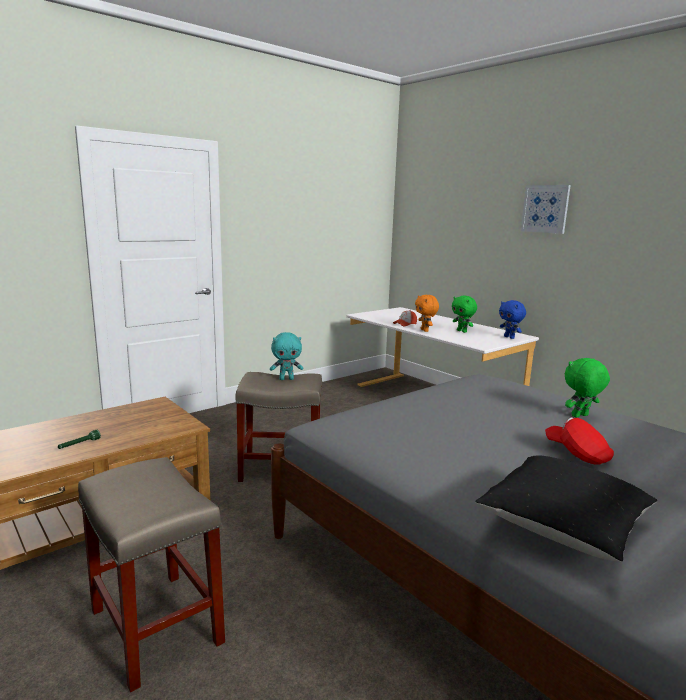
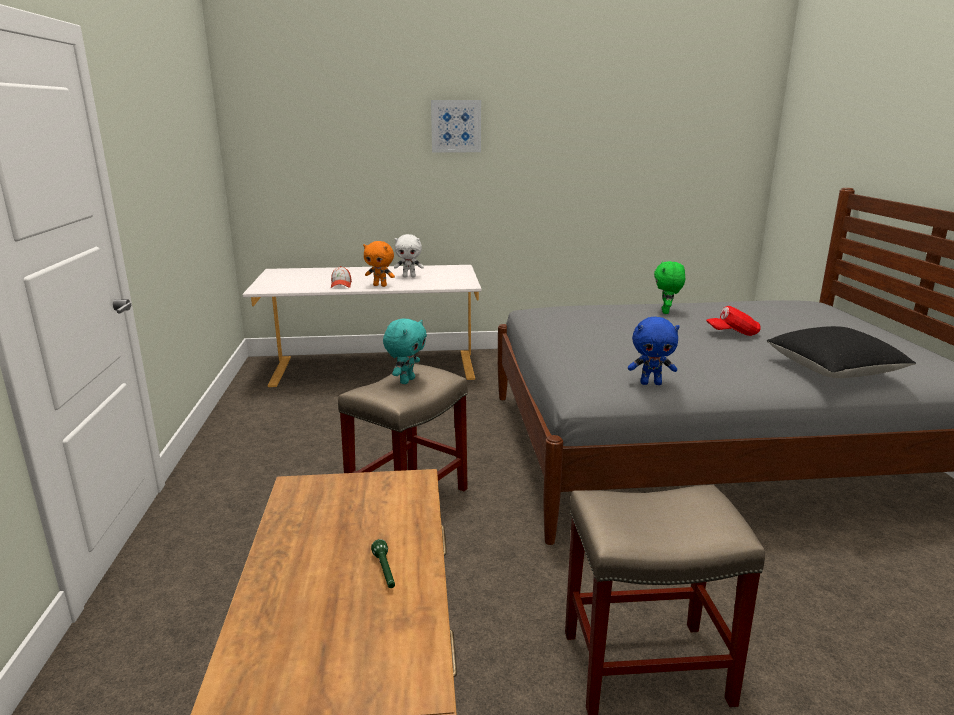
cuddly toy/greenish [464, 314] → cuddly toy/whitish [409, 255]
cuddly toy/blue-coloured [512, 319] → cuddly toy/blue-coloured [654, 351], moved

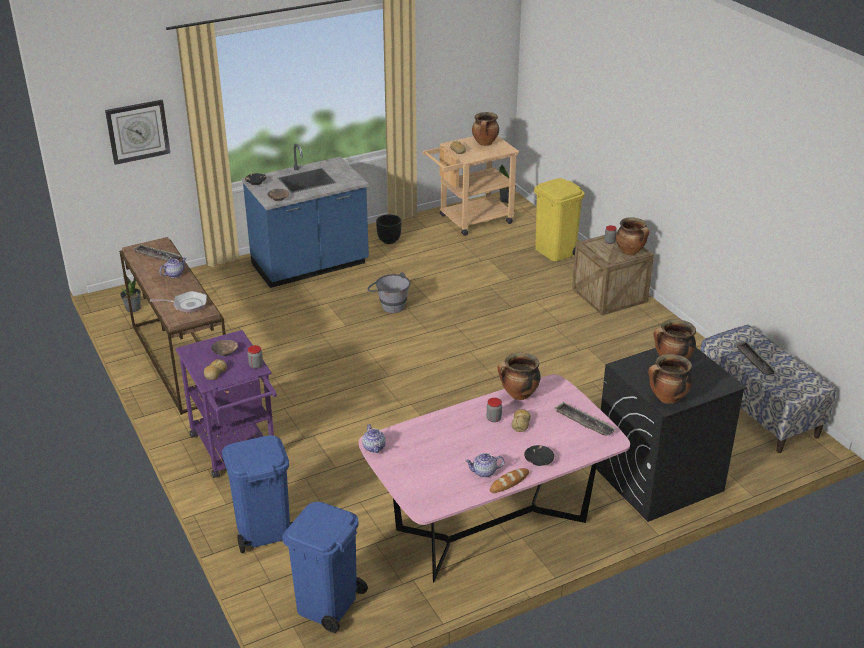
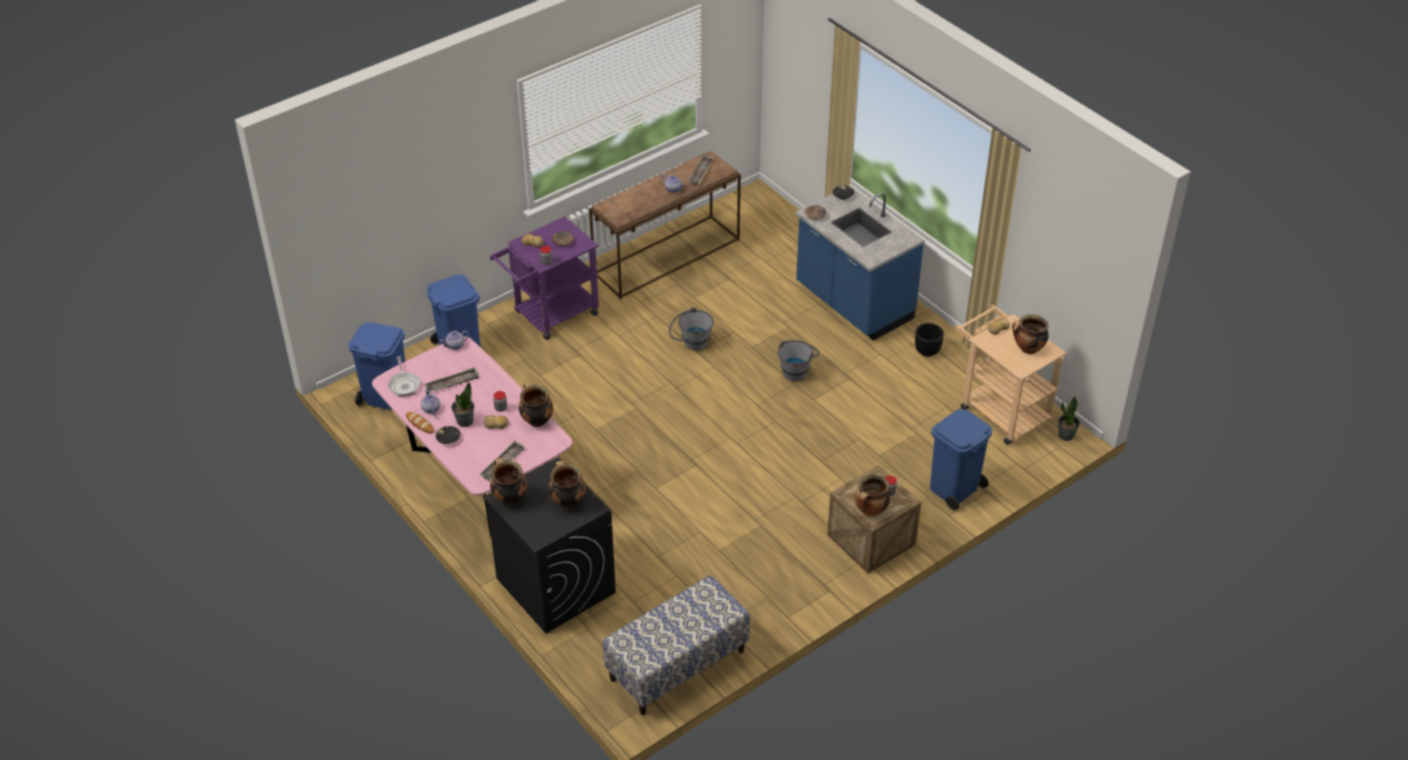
hanging clock [137, 132] → -
plant in a pot [130, 293] → plant in a pot [463, 404], moved
pan [178, 302] → pan [404, 376], moved
trash can/yellow [559, 219] → trash can/blue-coloured [961, 459]
serving tray [755, 358] → serving tray [452, 380], moved
- → pail/greyish [691, 329]

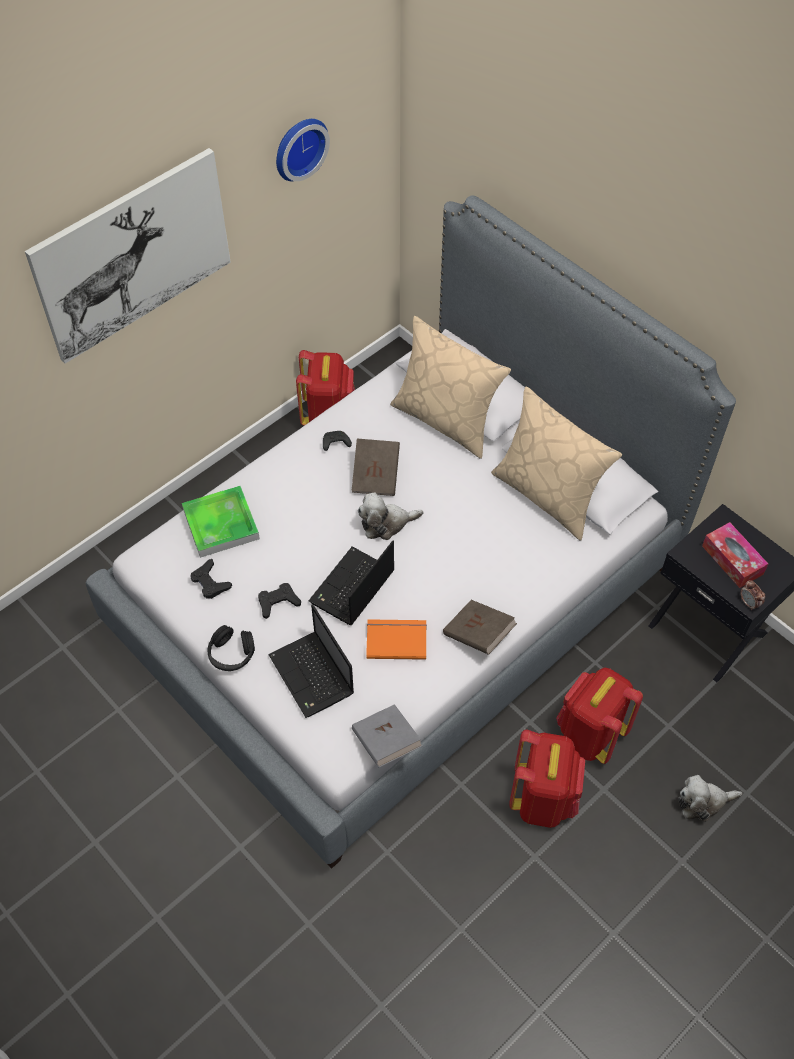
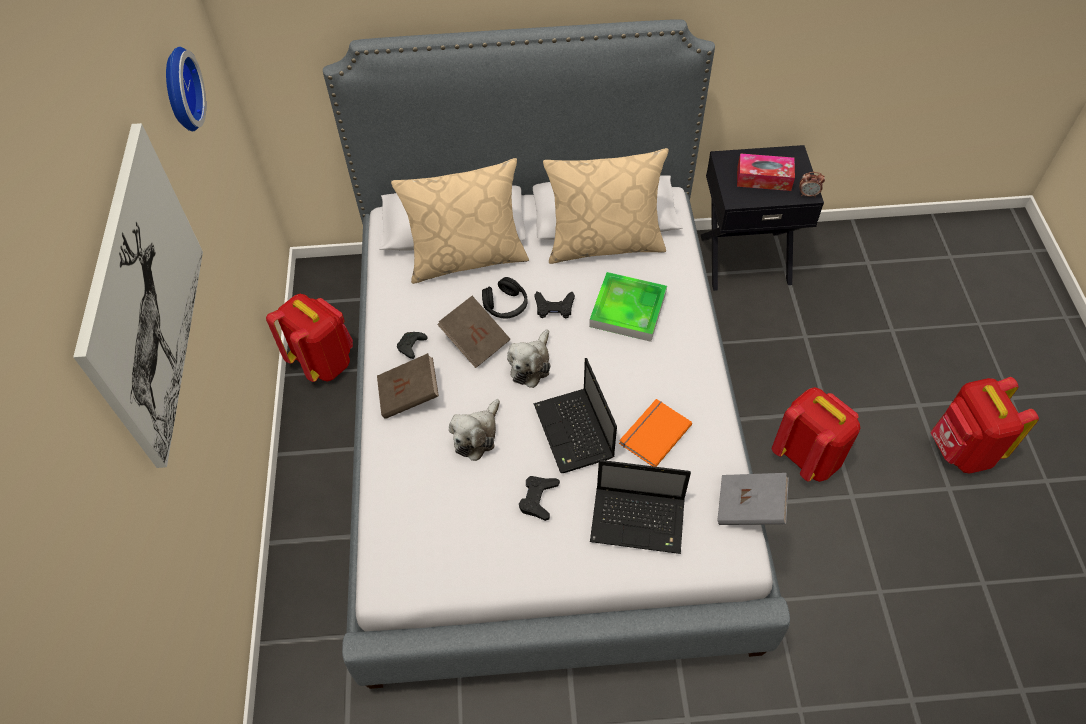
serving tray [221, 522] → serving tray [628, 307], moved
gamepad/black-coloured [211, 579] → gamepad/black-coloured [555, 304], moved
headphones/black-coloured [231, 648] → headphones/black-coloured [505, 298], moved
book/brownish [480, 627] → book/brownish [408, 386], moved
backpack/reddish [599, 716] → backpack/reddish [985, 425], moved
cuddly toy [710, 798] → cuddly toy [474, 430], moved

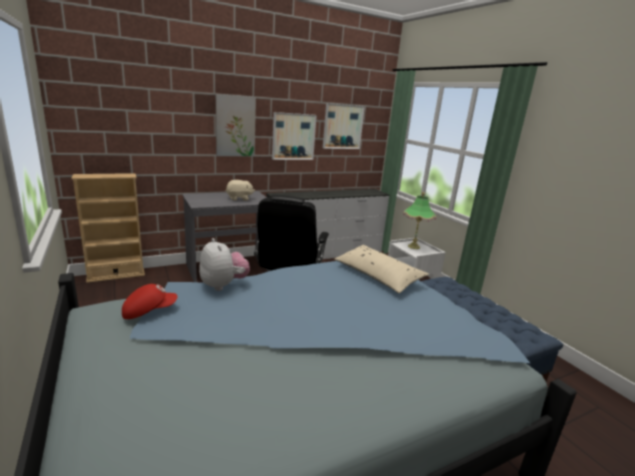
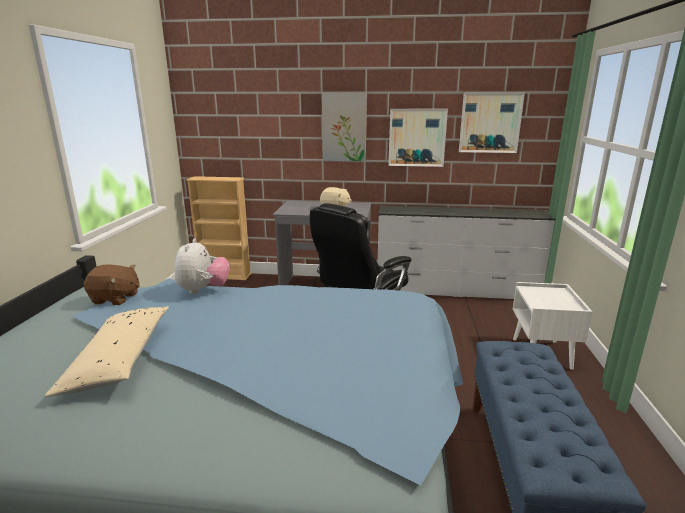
cap/reddish [150, 301] → cuddly toy/brownish [112, 284]
pillow/beige [381, 269] → pillow/beige [107, 351], moved
lamp for a table [419, 220] → -

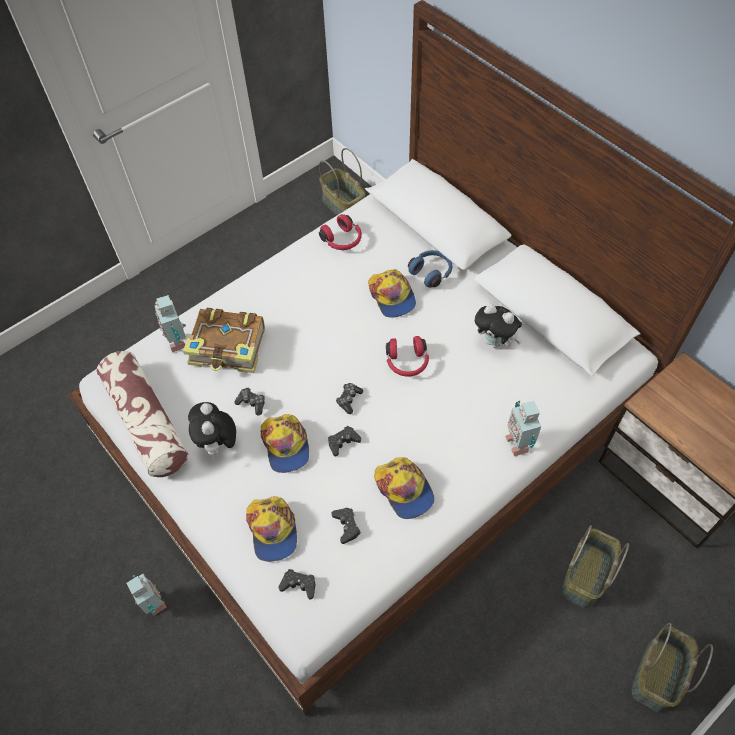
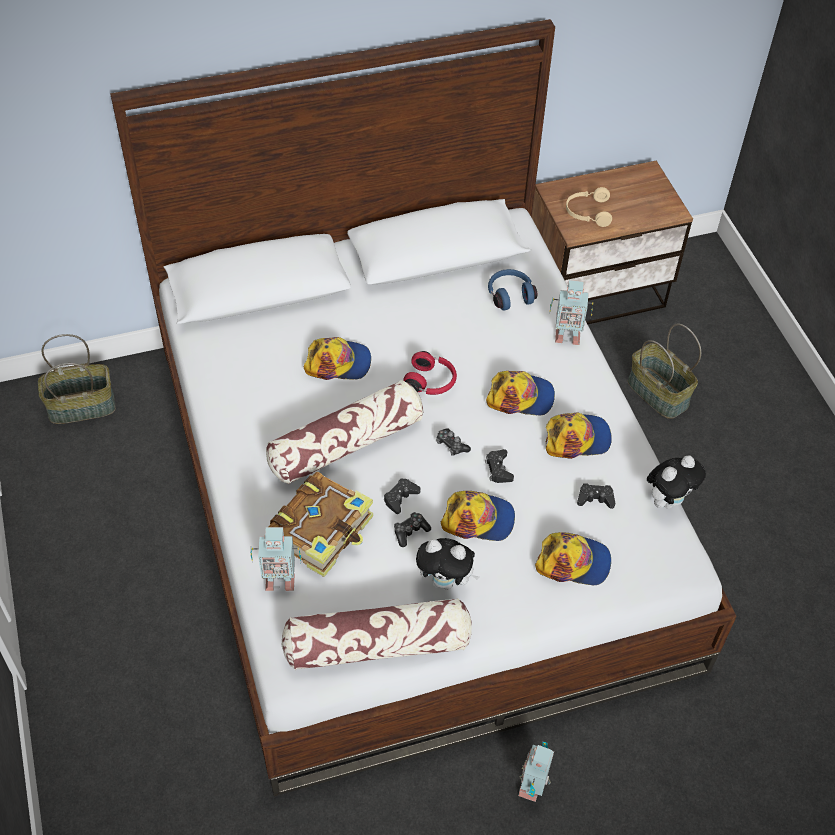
model robot [146, 595] → model robot [536, 772], 60 degrees counterclockwise
gamepad/black-coloured [296, 584] → gamepad/black-coloured [402, 496], moved
headphones/reddish [340, 232] → -
headphones/blue-coloured [430, 269] → headphones/blue-coloured [512, 289], moved
cuddly toy [498, 326] → cuddly toy [676, 482], moved
storage basket [672, 667] → -
- → pillow [344, 432]
- → cap [520, 393]
- → headphones/beige [589, 207]

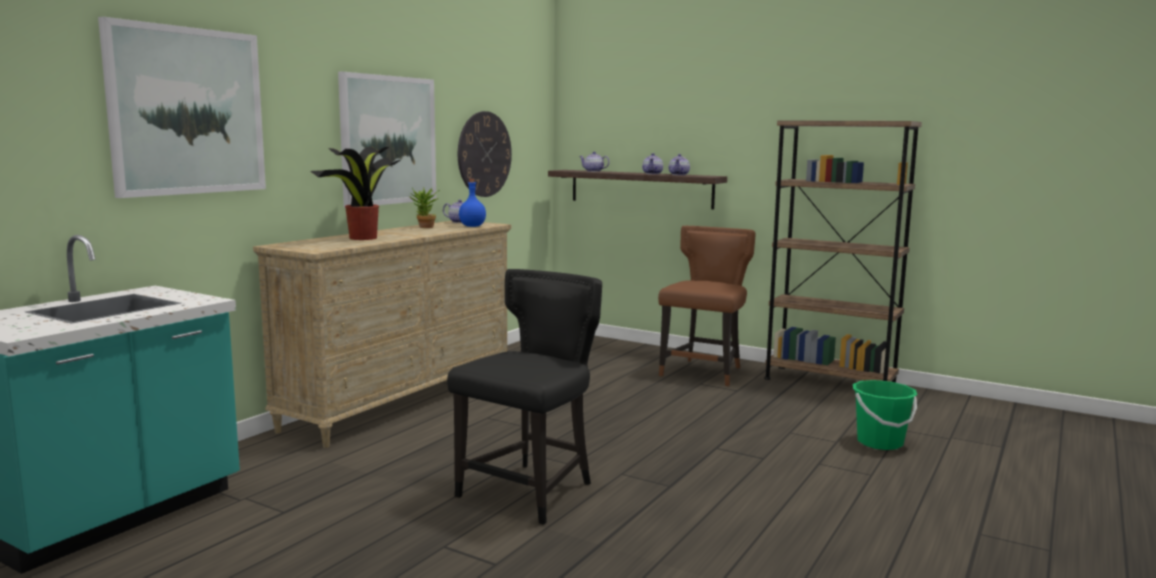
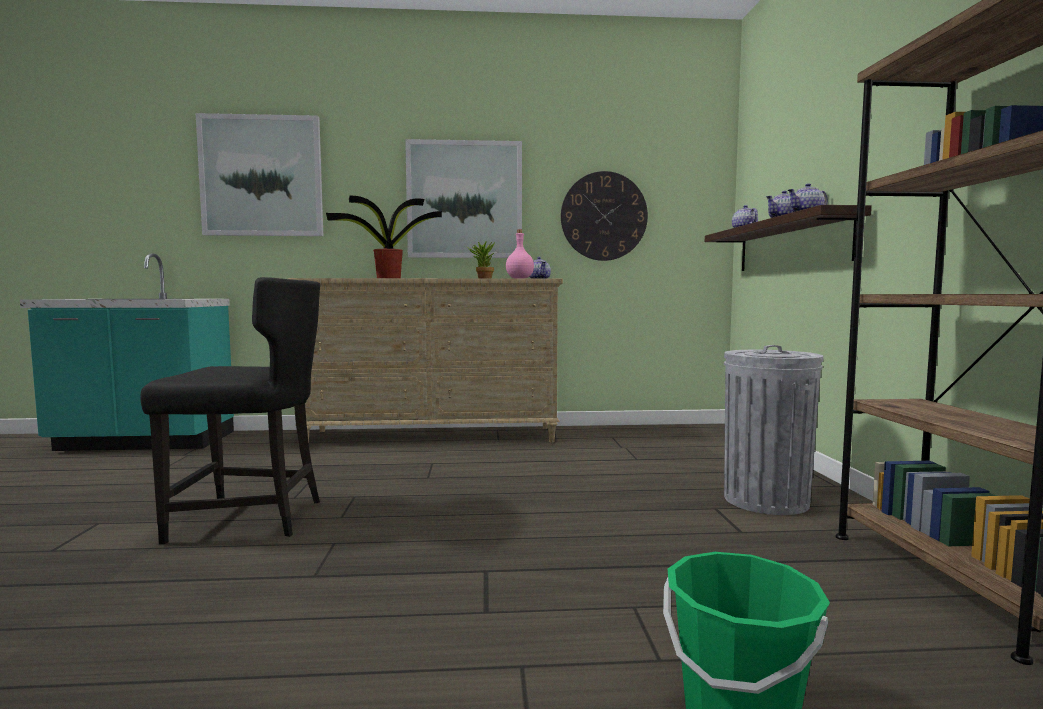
bottle/blue-coloured [472, 203] → bottle/pink-coloured [520, 254]
plain chair/brownish [707, 306] → trash can/greyish [773, 430]

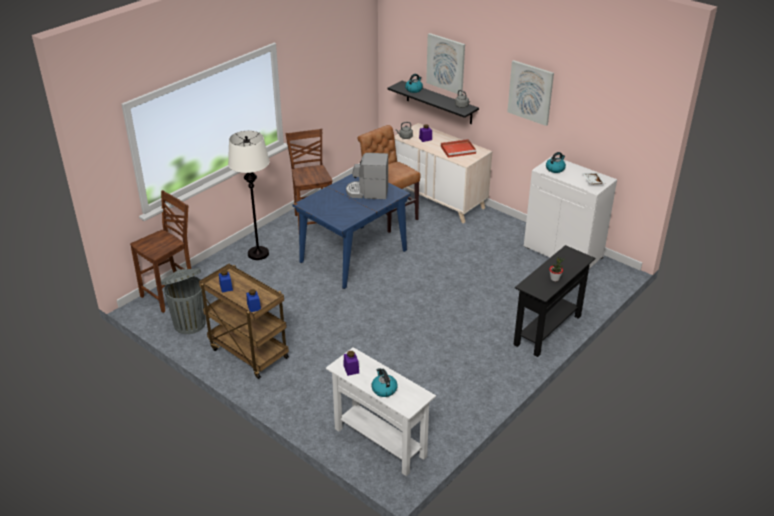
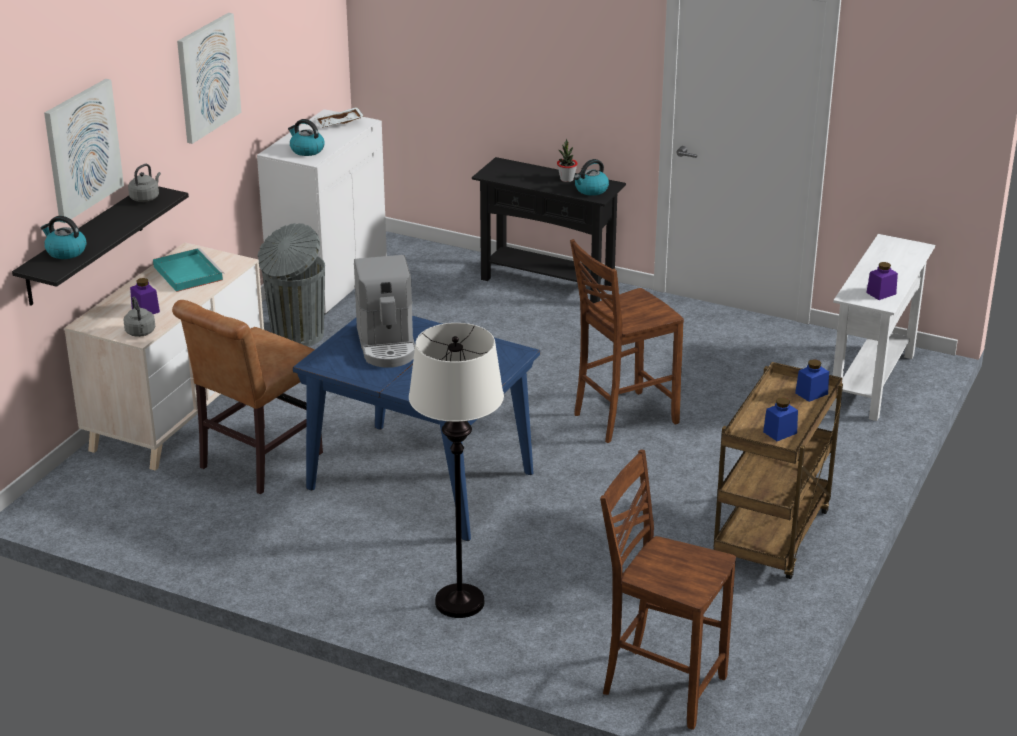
trash can/greyish [183, 301] → trash can/greyish [291, 284], moved
plain chair/brownish [309, 178] → plain chair/brownish [627, 341], moved
tea kettle [385, 382] → tea kettle [591, 177], moved
serving tray/reddish [459, 148] → serving tray/turquoise [188, 270]

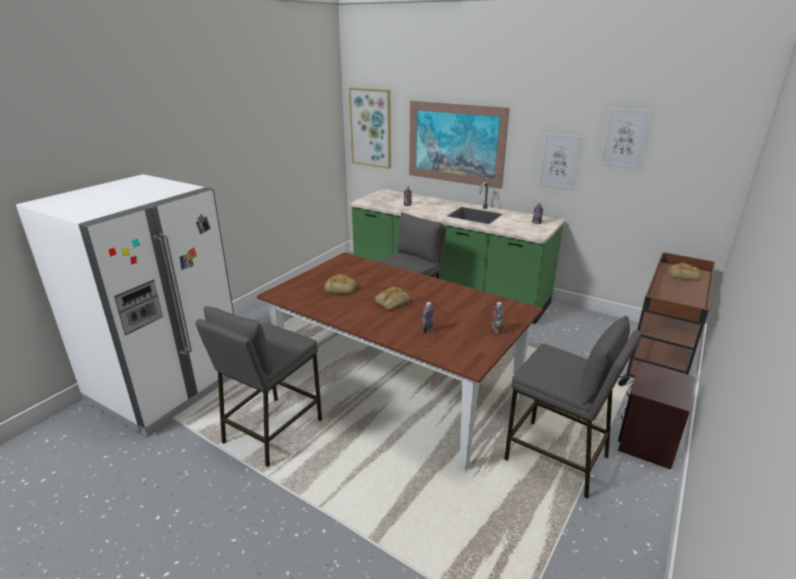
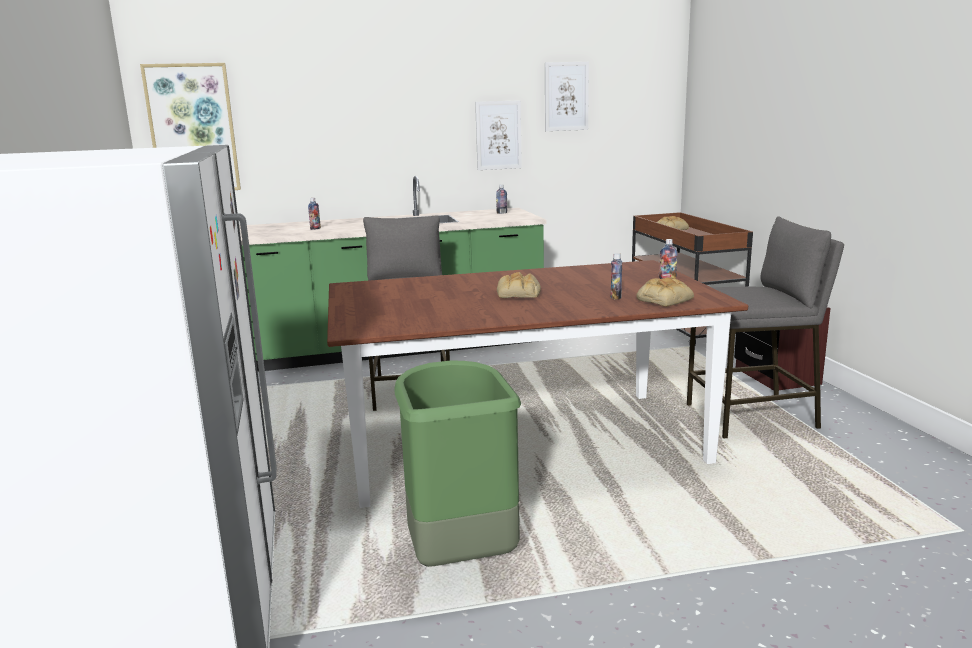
stool seat/greyish [258, 386] → trash can/greenish [457, 464]
bakery bread [340, 284] → bakery bread [665, 292], moved
wall picture [459, 145] → -

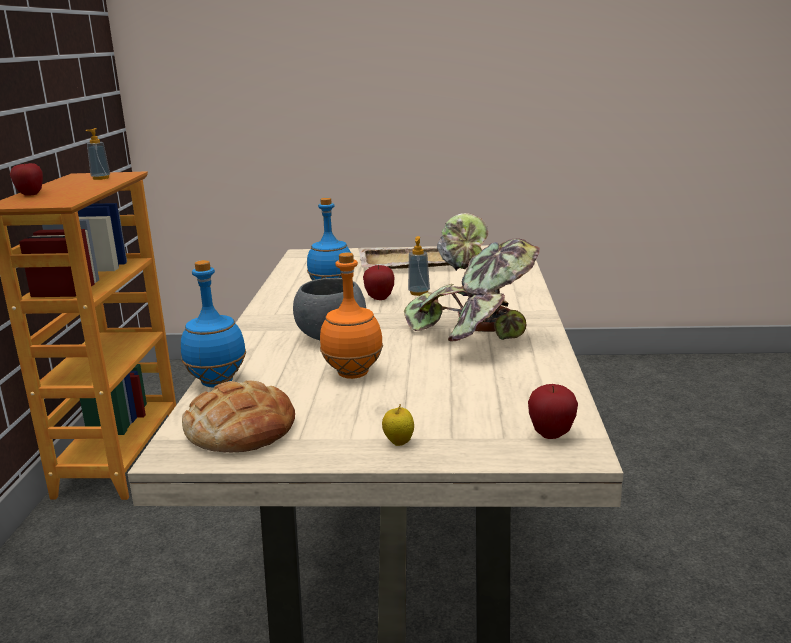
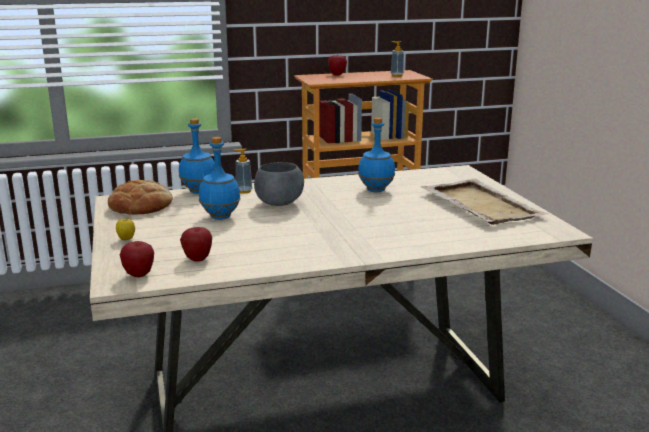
bottle/orange-coloured [351, 316] → bottle/blue-coloured [220, 178]
apple [379, 282] → apple [196, 244], moved
plant in a pot [472, 277] → -
soap dispenser [419, 266] → soap dispenser [242, 171], moved

